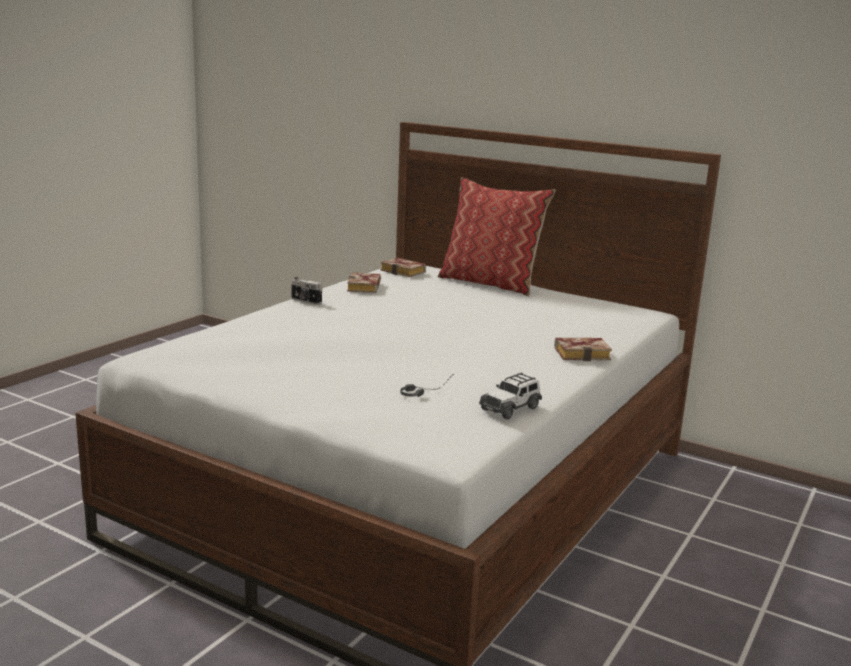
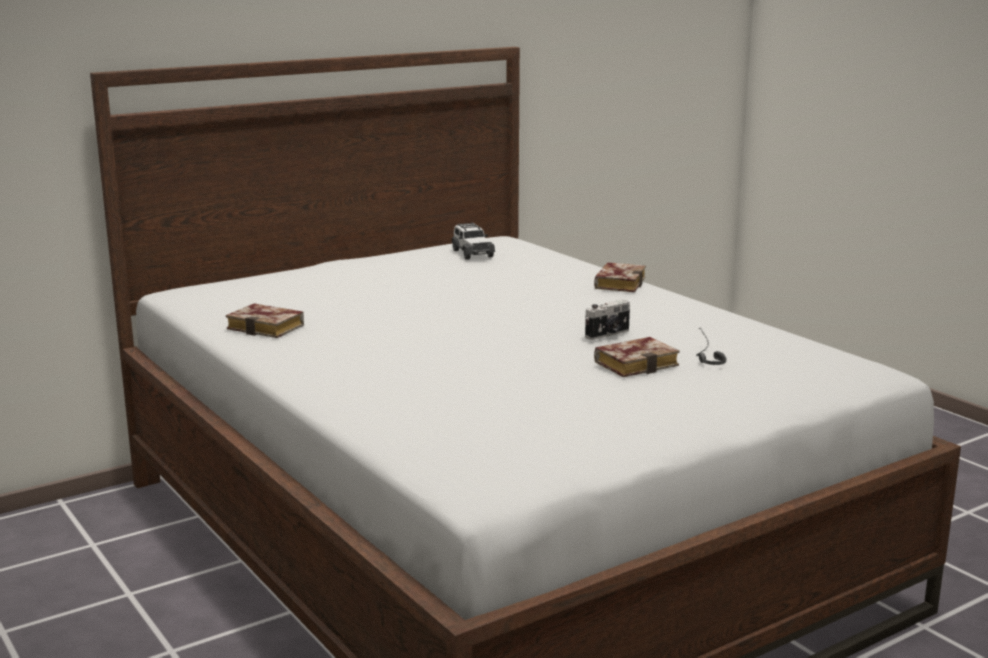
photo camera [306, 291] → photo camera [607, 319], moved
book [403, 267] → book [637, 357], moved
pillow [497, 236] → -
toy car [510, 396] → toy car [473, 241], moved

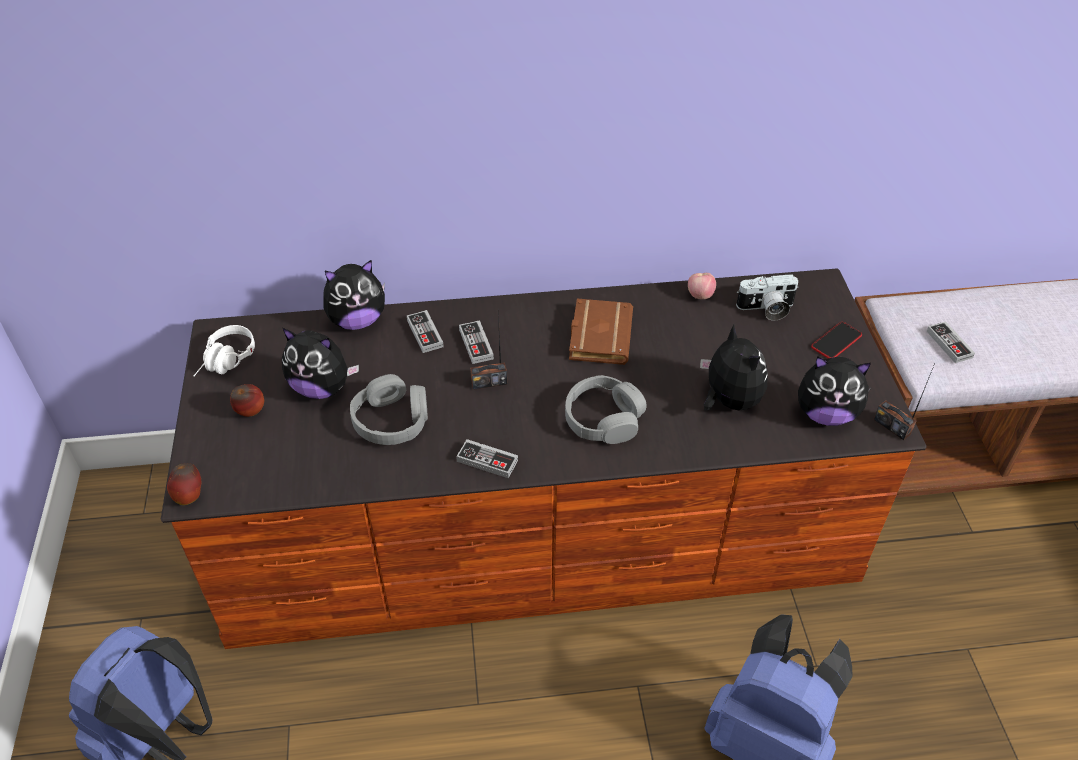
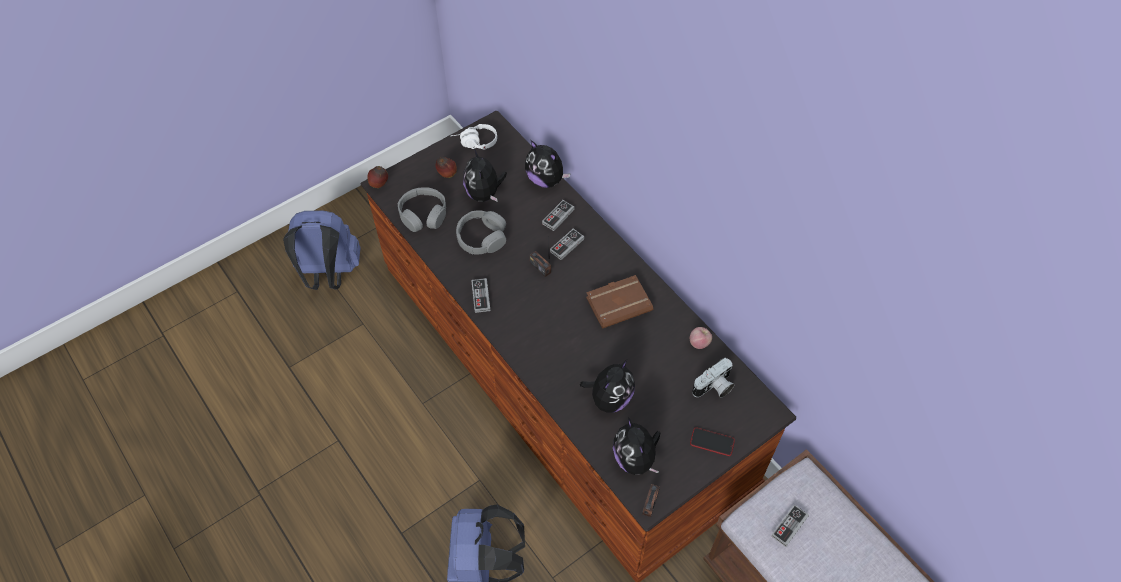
headphones/greyish [606, 409] → headphones/greyish [422, 209], moved
photo camera [767, 297] → photo camera [713, 378], 90 degrees counterclockwise

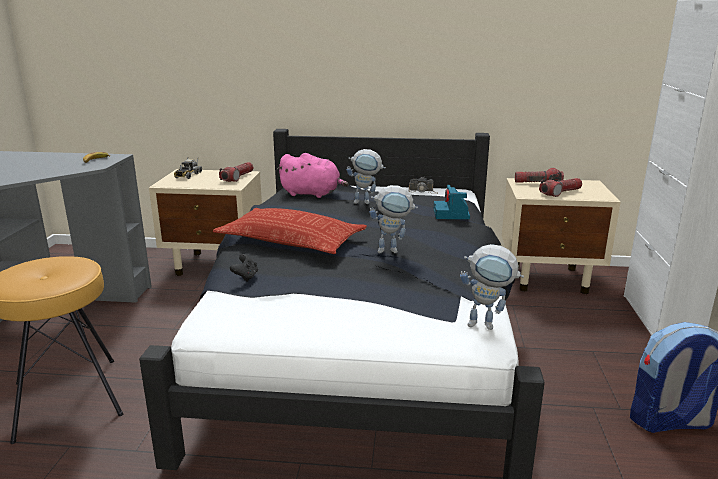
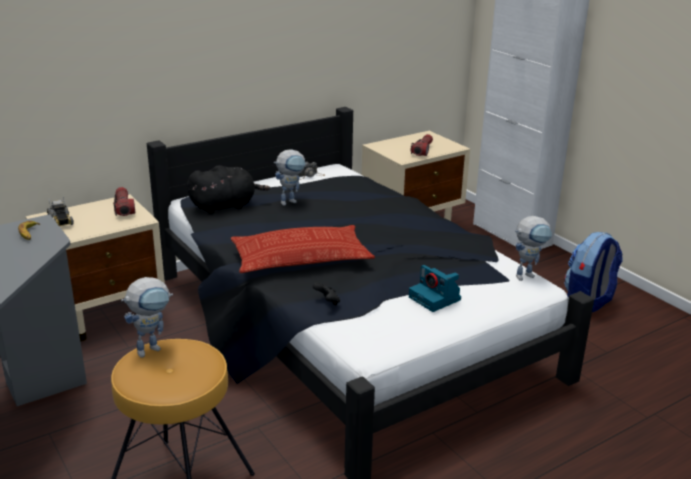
cuddly toy/pink-coloured [312, 175] → cuddly toy/black-coloured [228, 189]
model robot [393, 219] → model robot [147, 317], moved
photo camera [452, 202] → photo camera [435, 288], moved
flashlight [539, 175] → -

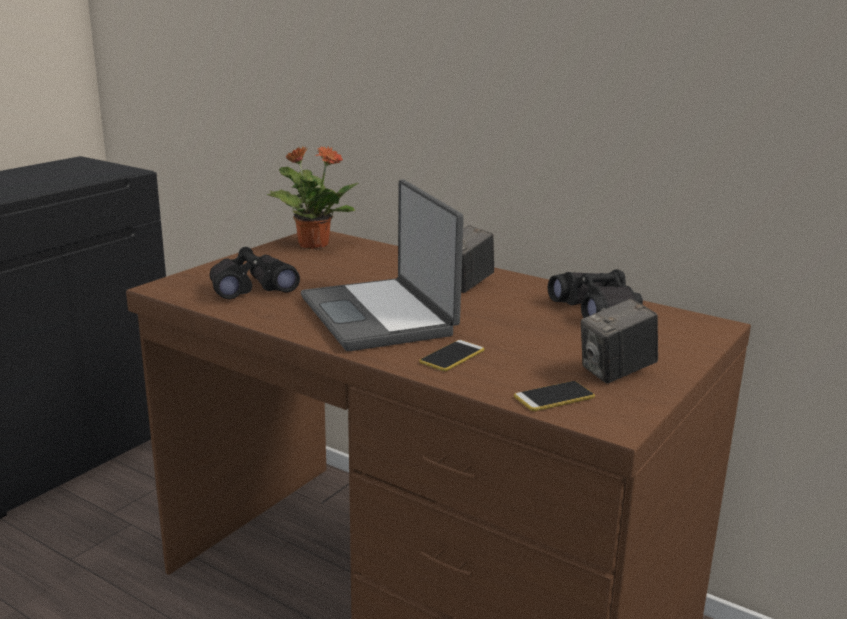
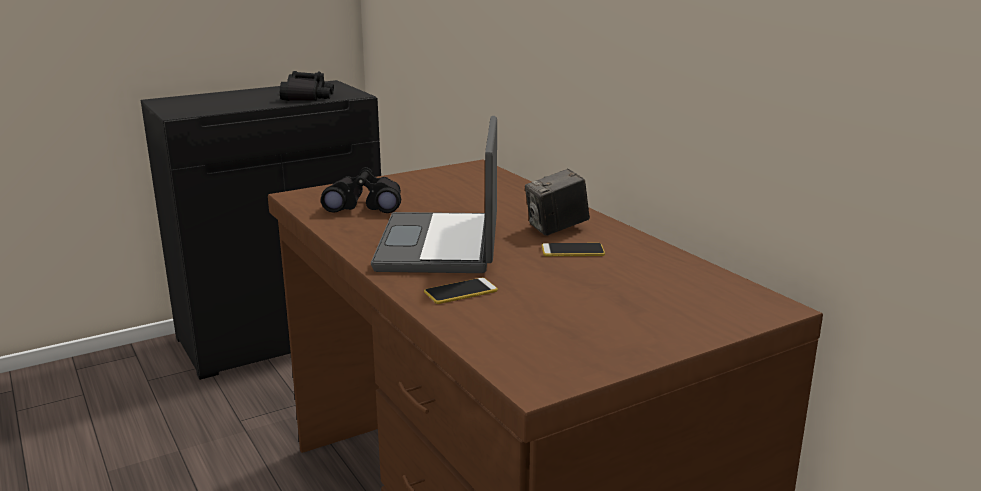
plant in a pot [312, 197] → -
handset [554, 396] → handset [573, 249], moved
field glasses/black-coloured [595, 293] → field glasses/black-coloured [307, 86], moved
photo camera [619, 341] → -

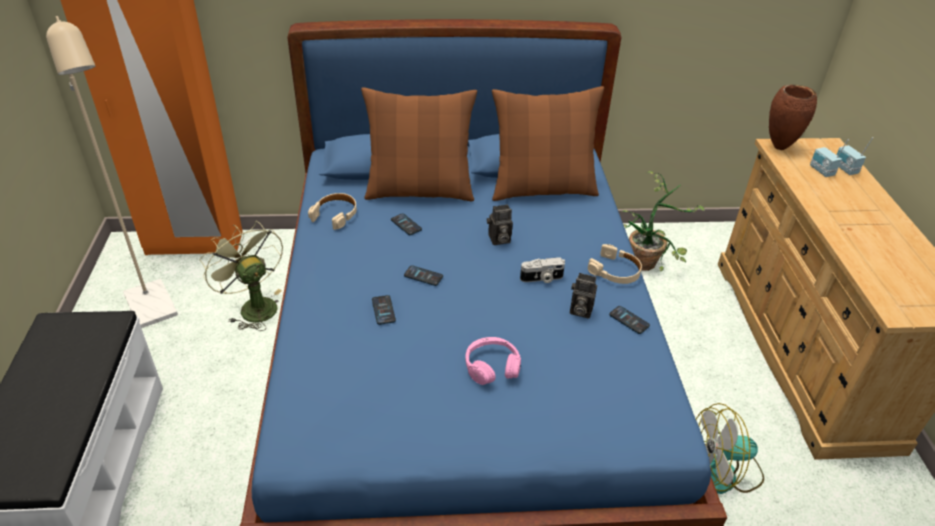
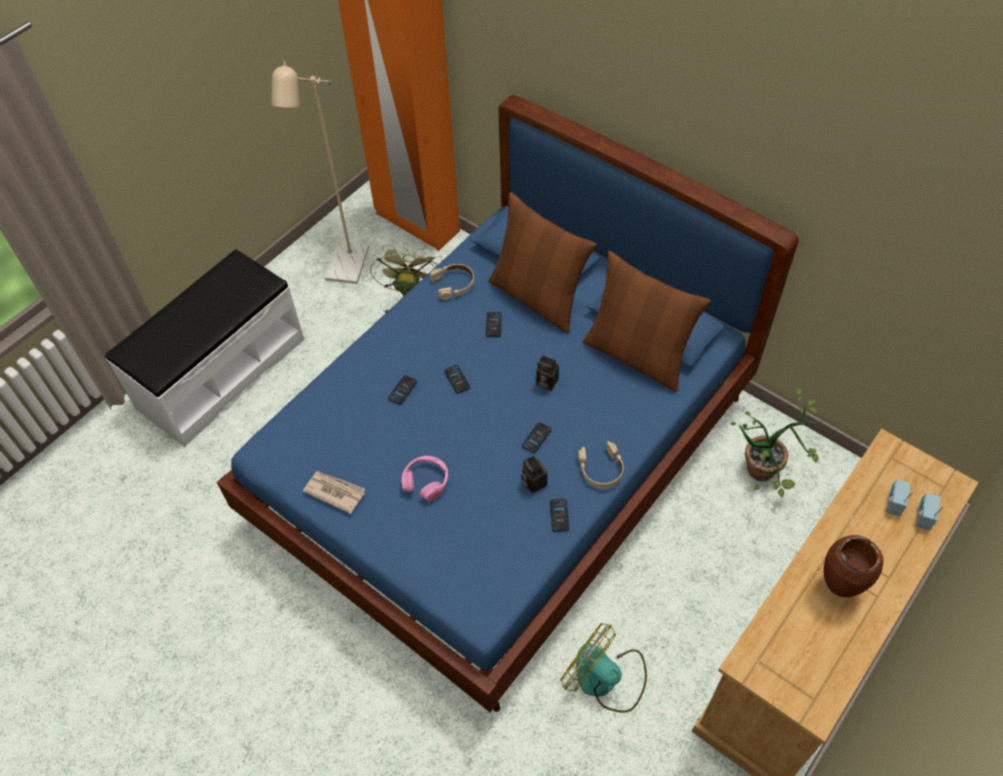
photo camera [542, 270] → handset [537, 437]
vase/brownish [793, 117] → vase/brownish [853, 566], moved
- → newspaper [334, 492]

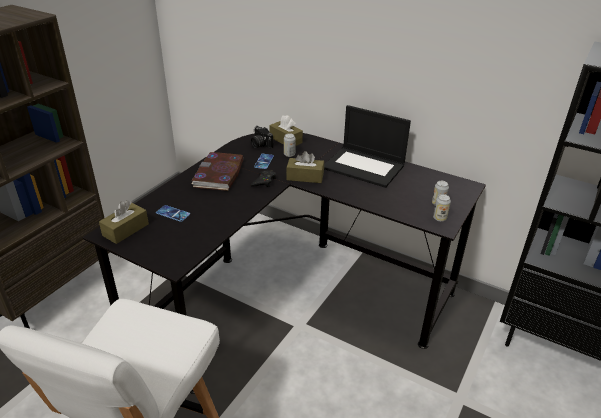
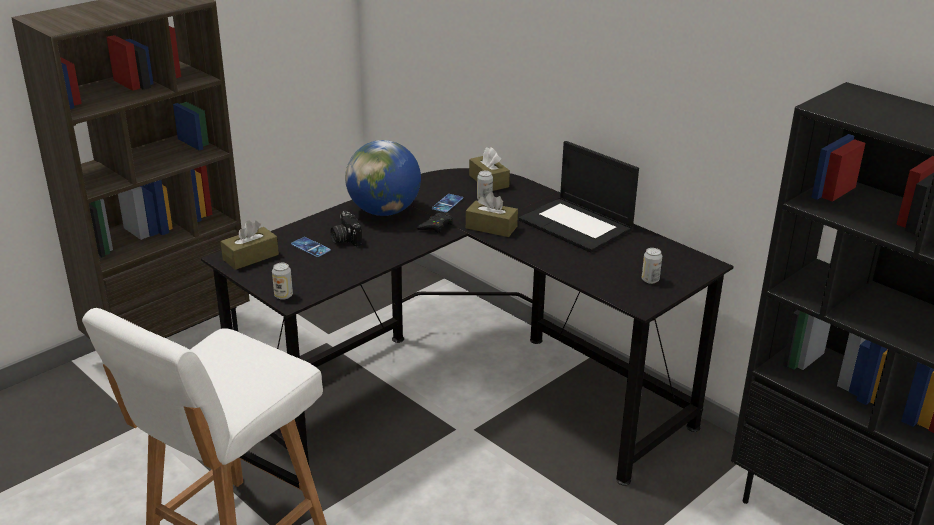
book [217, 171] → globe [383, 178]
photo camera [262, 137] → photo camera [346, 228], moved
metal can [442, 208] → metal can [282, 281], moved

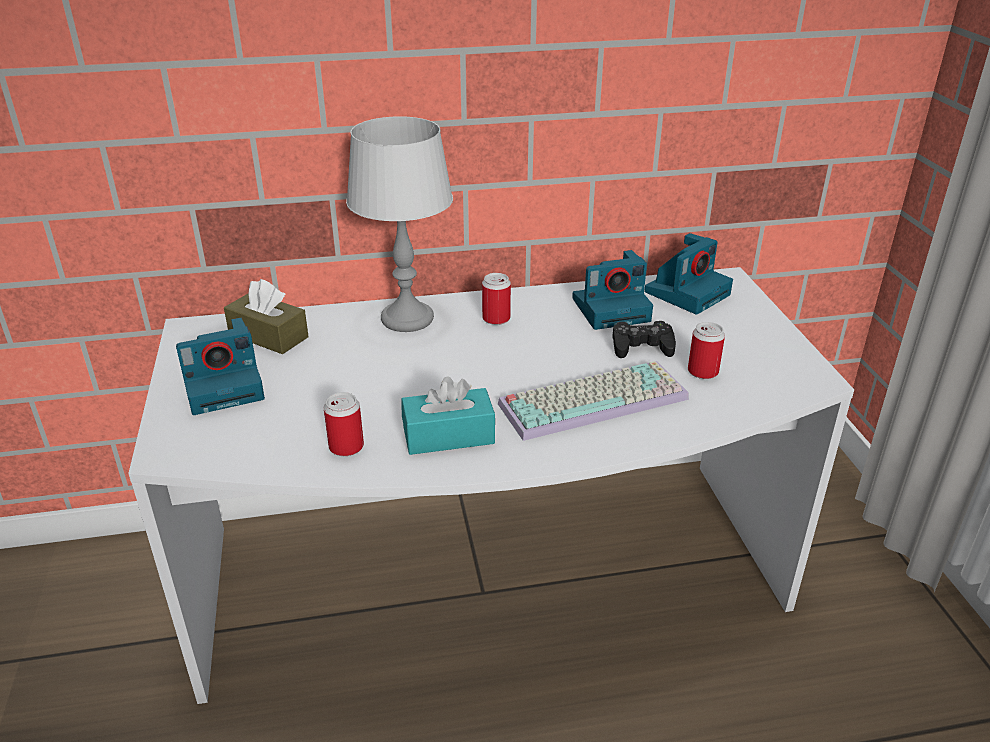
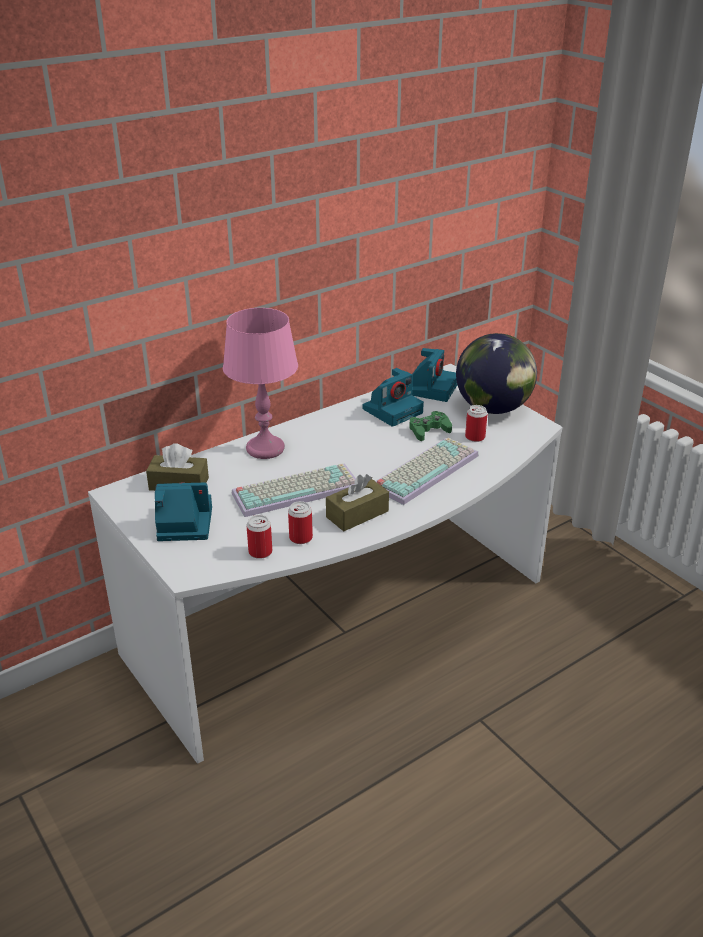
photo camera [220, 366] → photo camera [183, 511], 135 degrees counterclockwise
lamp for a table/greyish [399, 224] → lamp for a table/pink-coloured [260, 383]
box of tissues/turquoise [448, 415] → box of tissues/brownish [357, 502]
metal can [496, 299] → metal can [259, 537], moved
gamepad/black-coloured [644, 339] → gamepad/greenish [430, 426]
- → PC keyboard [294, 490]
- → globe [496, 373]

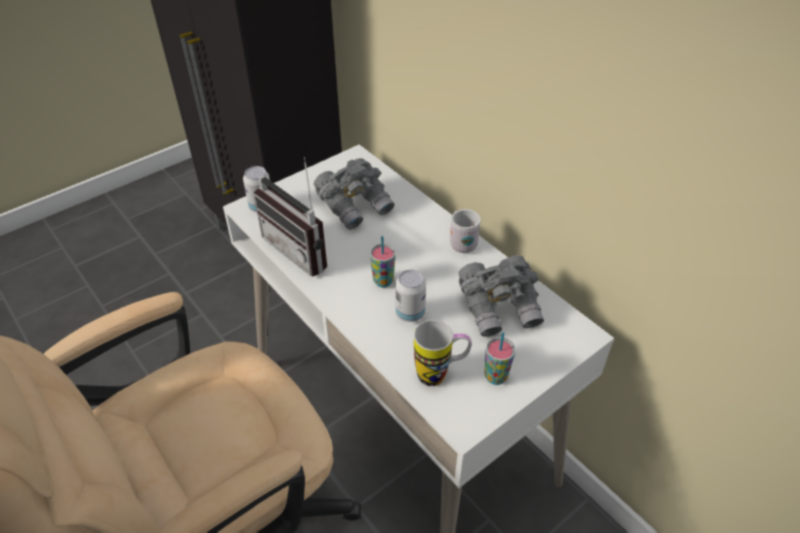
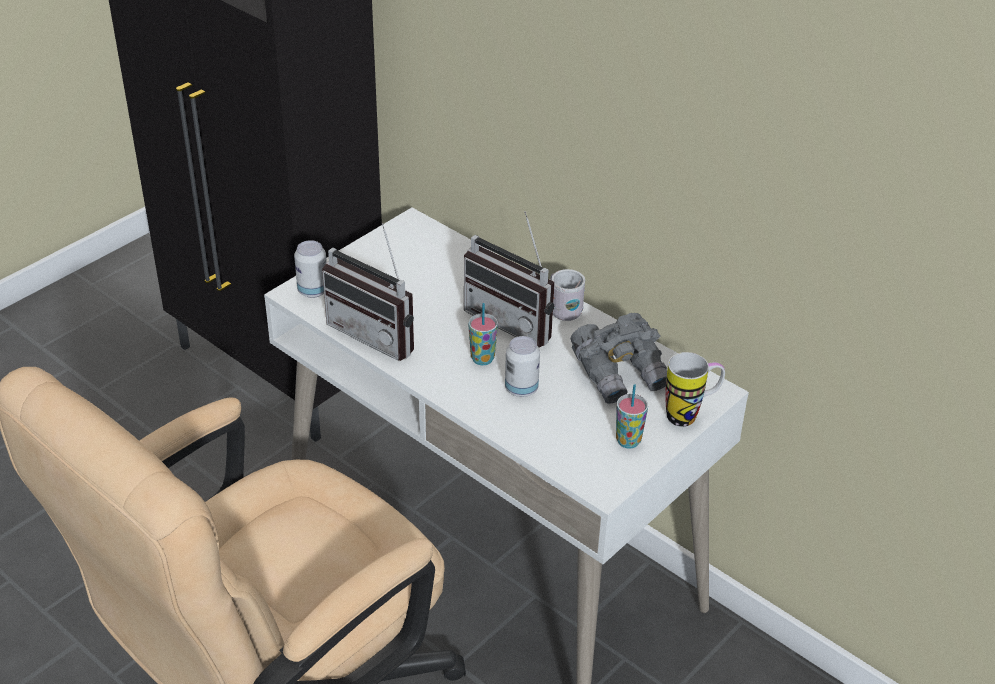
field glasses/greyish [354, 194] → -
tea mug [442, 353] → tea mug [695, 389], moved
- → radio [509, 279]

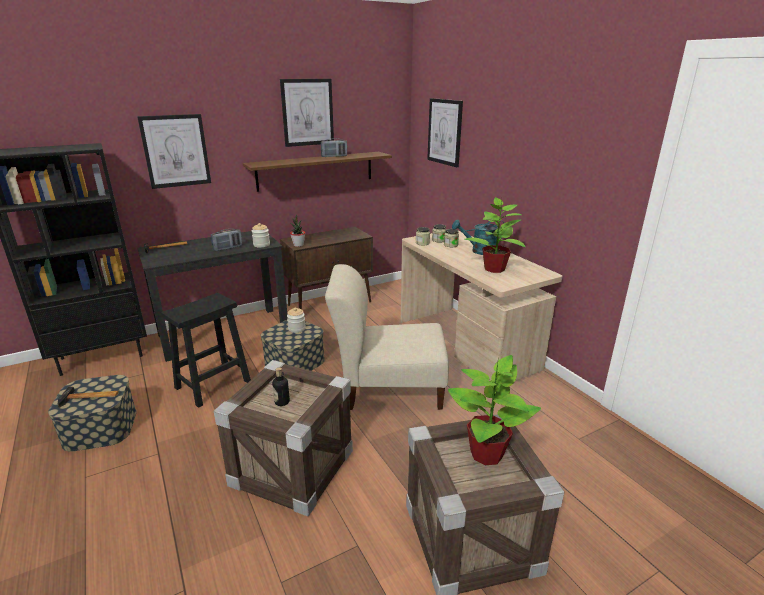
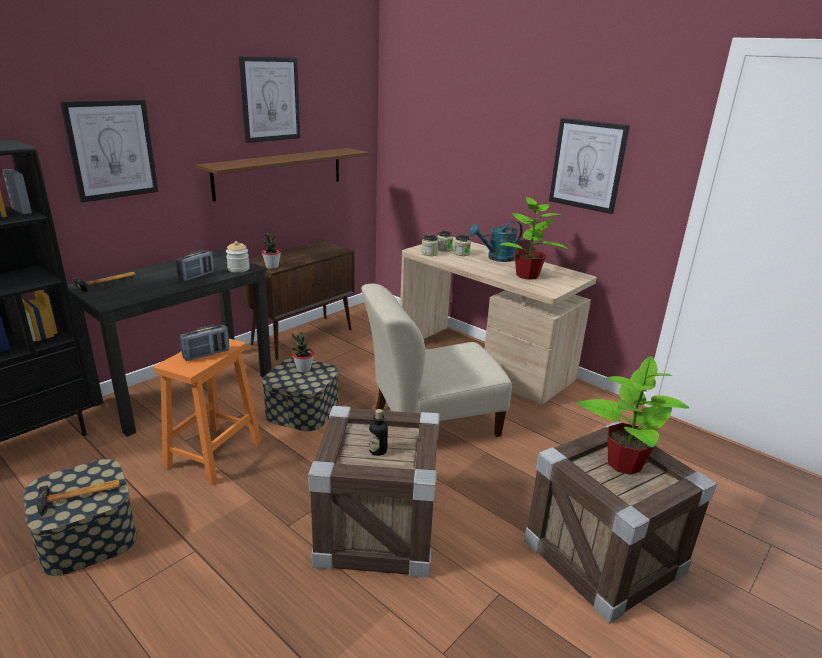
stool seat/black-coloured [206, 350] → stool seat/orange-coloured [207, 412]
storage jar [296, 320] → plant in a pot [303, 352]
radio [334, 147] → radio [204, 343], moved
wall picture [445, 132] → wall picture [589, 166], moved

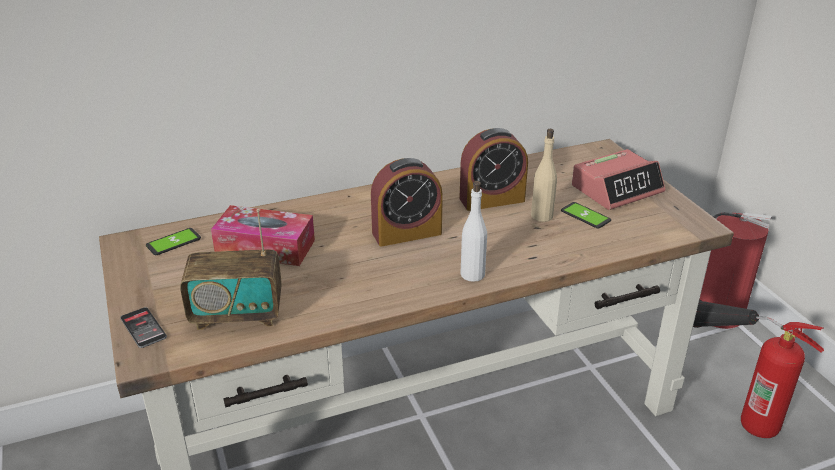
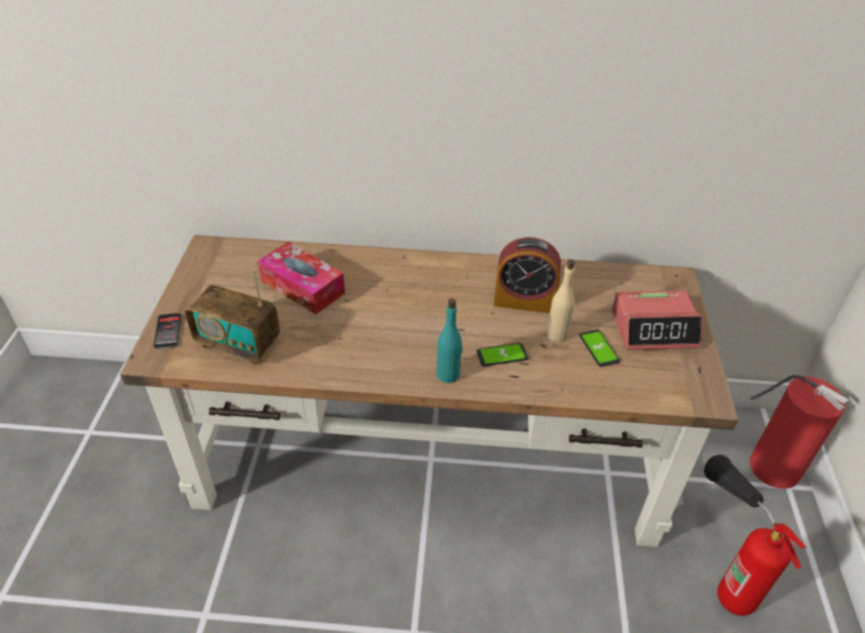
handset [173, 241] → handset [502, 354], moved
bedside clock [407, 202] → -
bottle/whitish [473, 231] → bottle/turquoise [449, 340]

